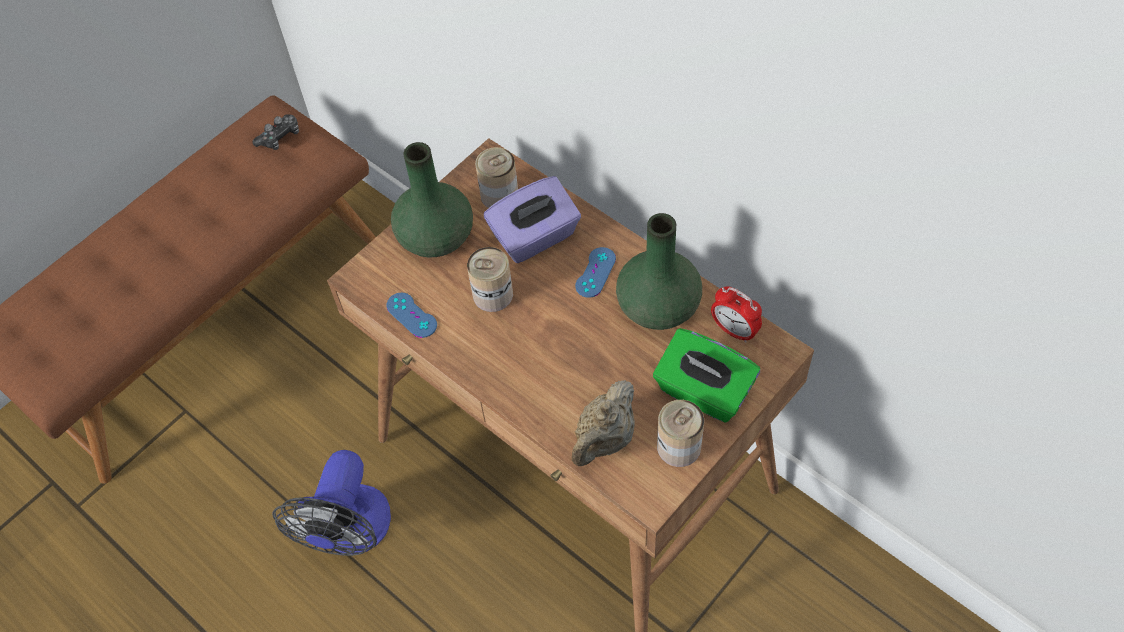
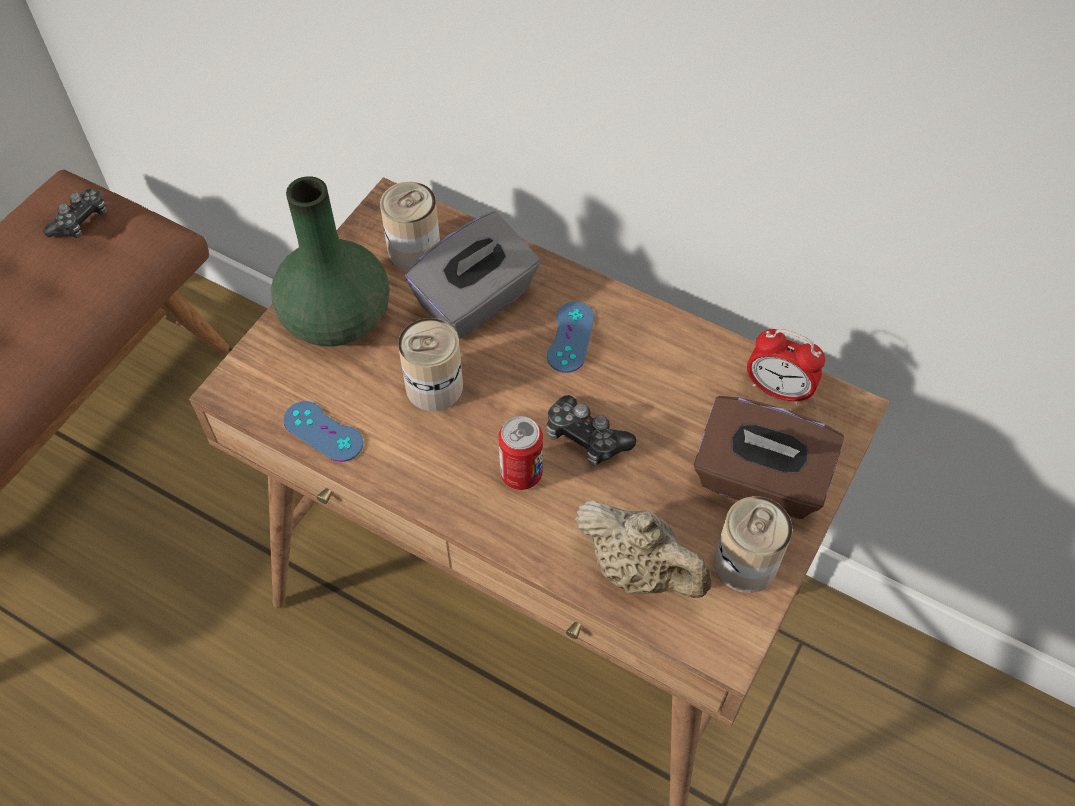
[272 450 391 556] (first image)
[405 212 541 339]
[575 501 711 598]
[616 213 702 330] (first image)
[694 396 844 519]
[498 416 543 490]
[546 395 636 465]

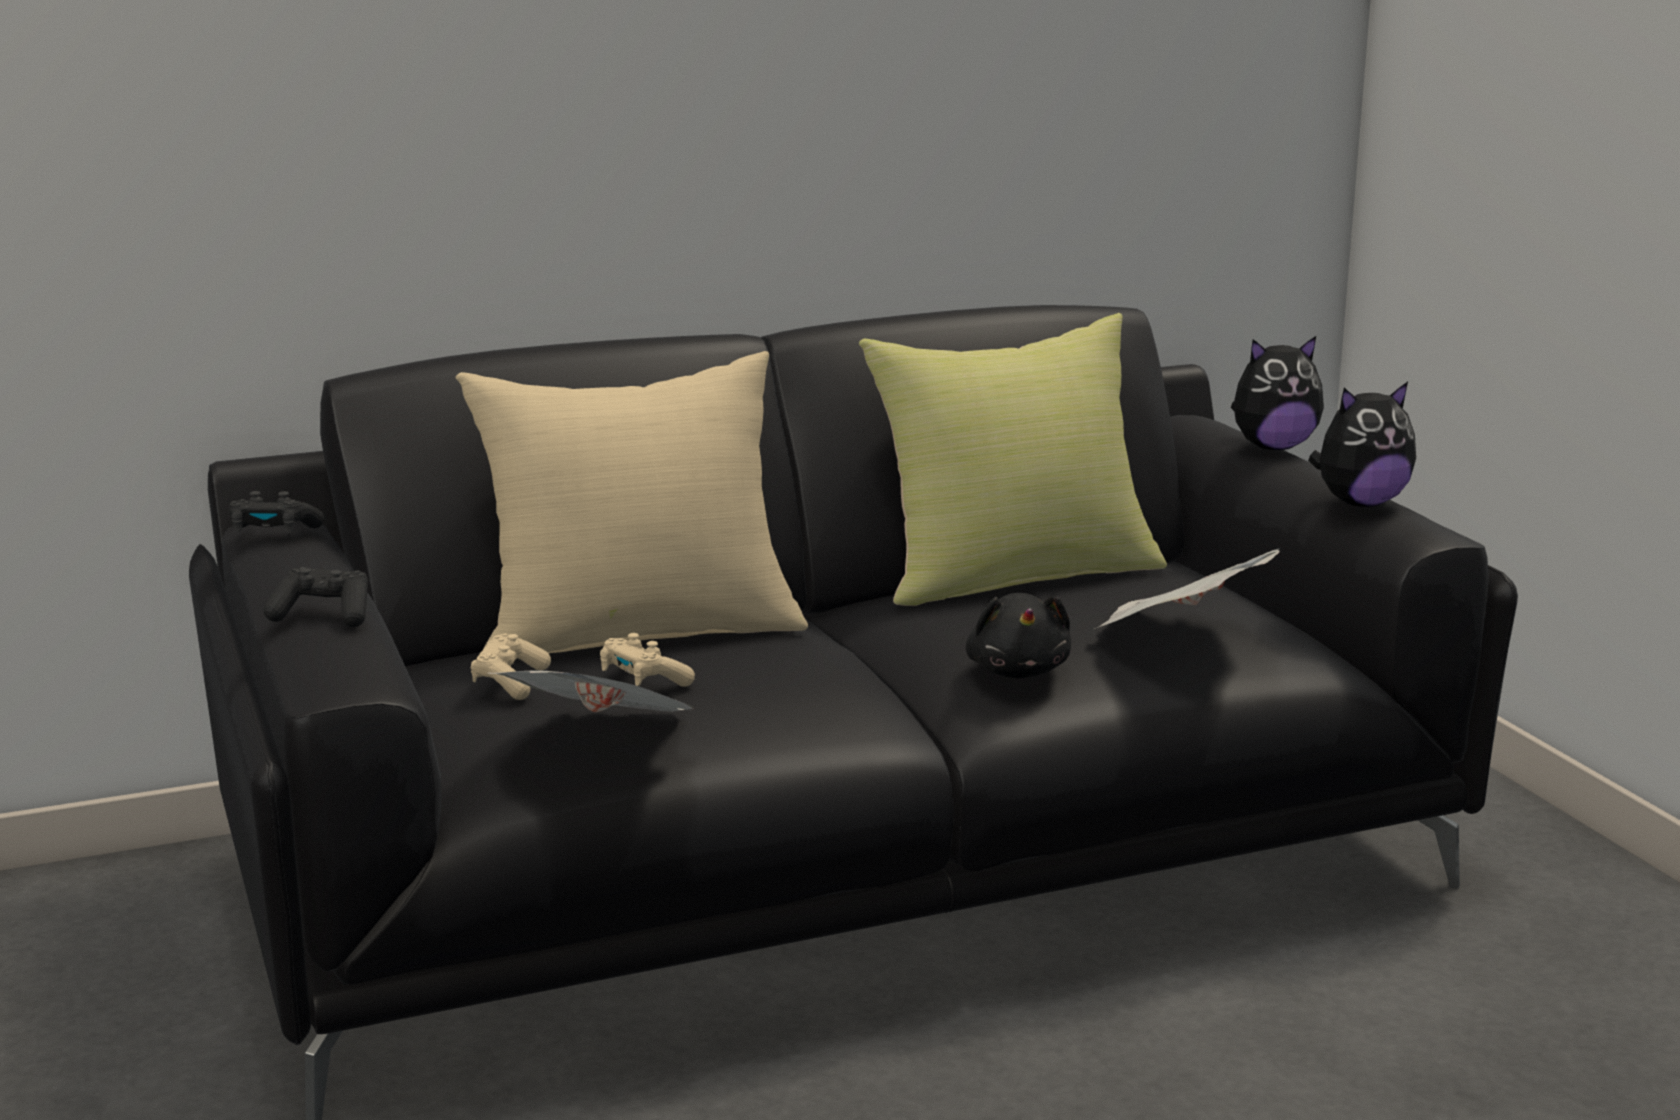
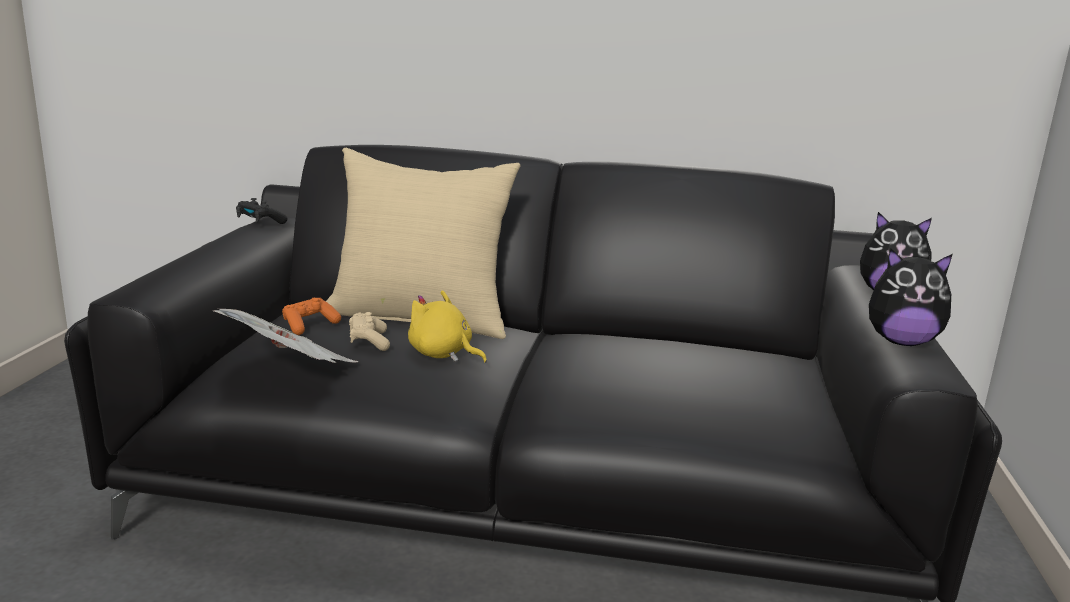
[264 567 368 627] (first image)
[282 298 341 335]
[859 313 1167 606] (first image)
[966 593 1071 678] (first image)
[1094 548 1280 629] (first image)
[408 290 487 363]

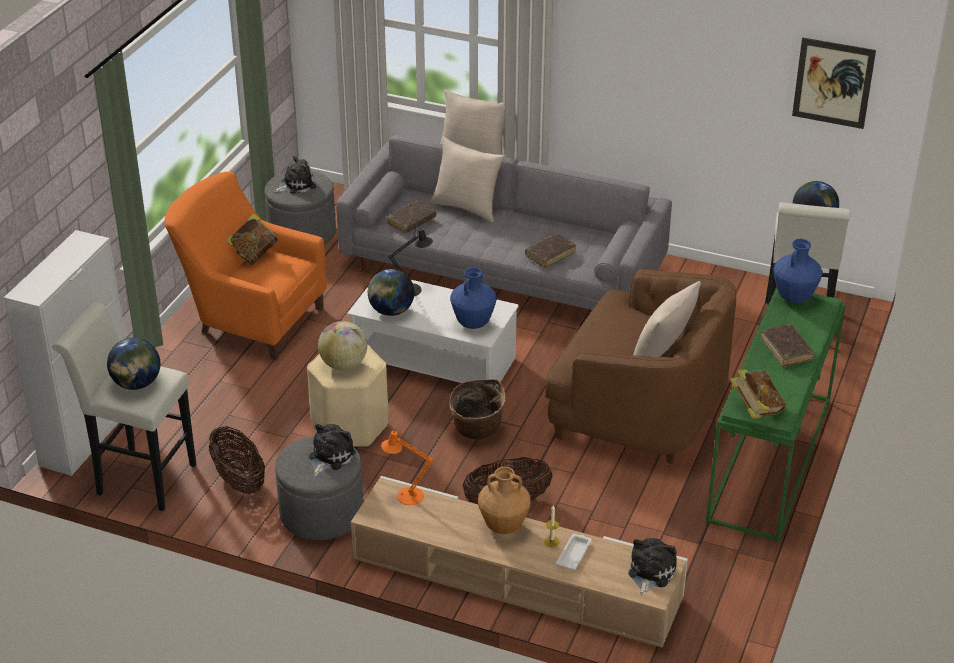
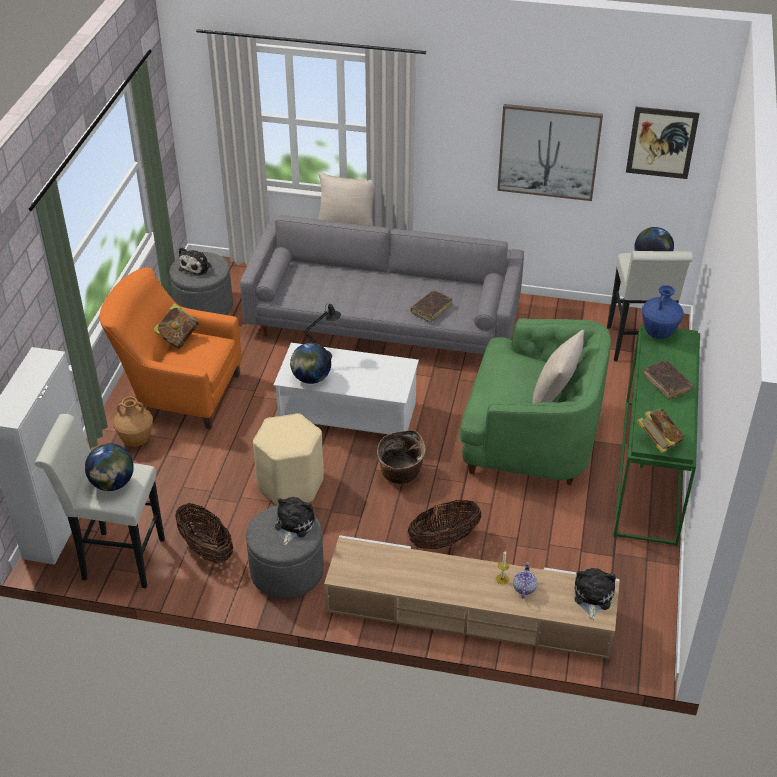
[179 247 212 276]
[318 321 367 370] (first image)
[381 429 433 505] (first image)
[387 201 436 233] (first image)
[431 136 506 223] (first image)
[450 267 497 329] (first image)
[113 397 153 447]
[460 318 611 485]
[513 562 537 598]
[497 104 603 201]

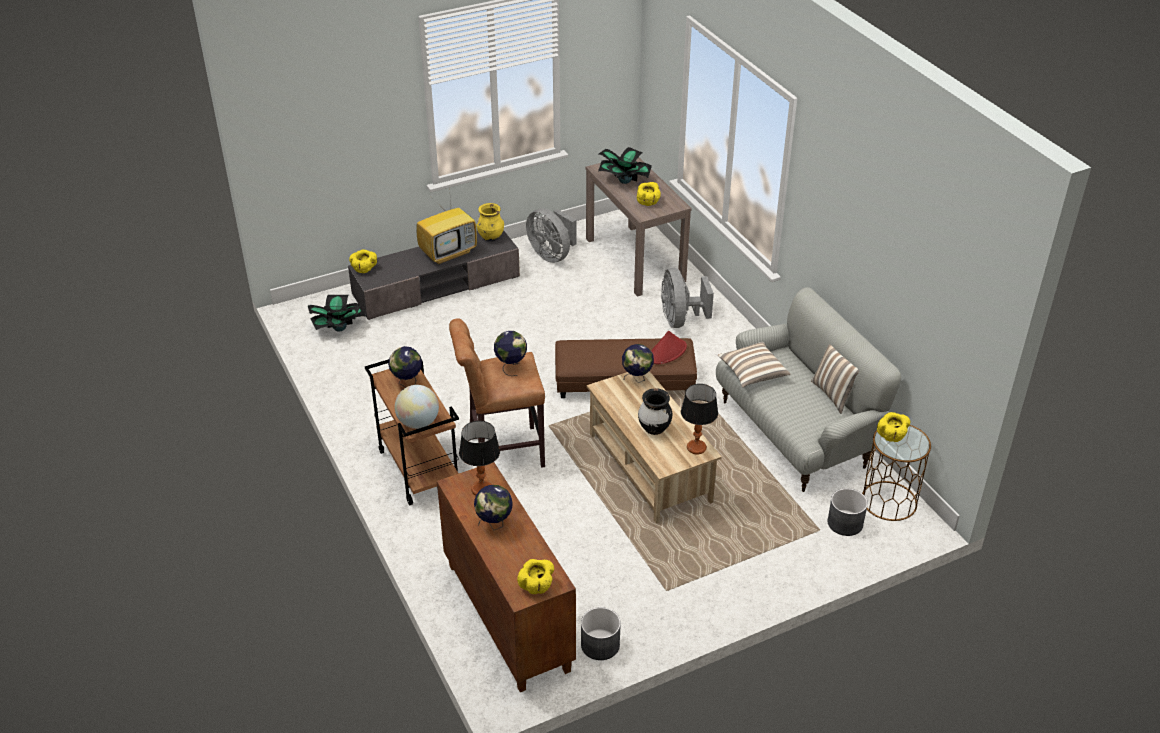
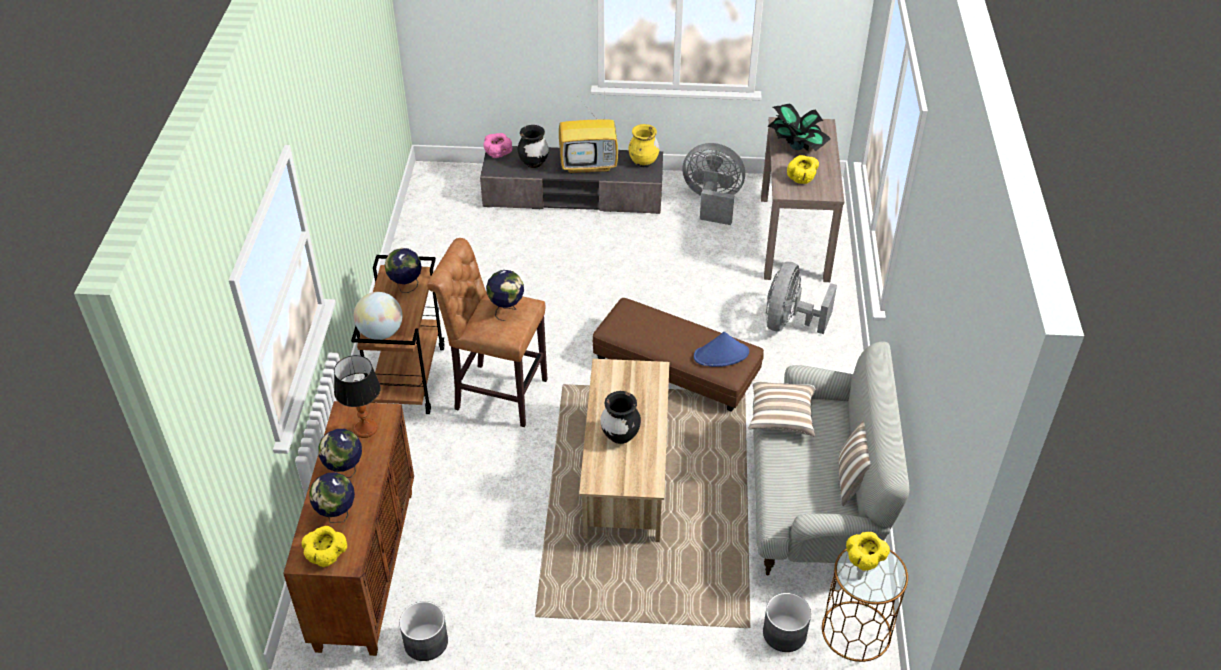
[308 295 366 332] (first image)
[483 133 512 158]
[682 143 745 225]
[309 472 355 523]
[694 332 749 367]
[681 384 718 454] (first image)
[518 125 549 168]

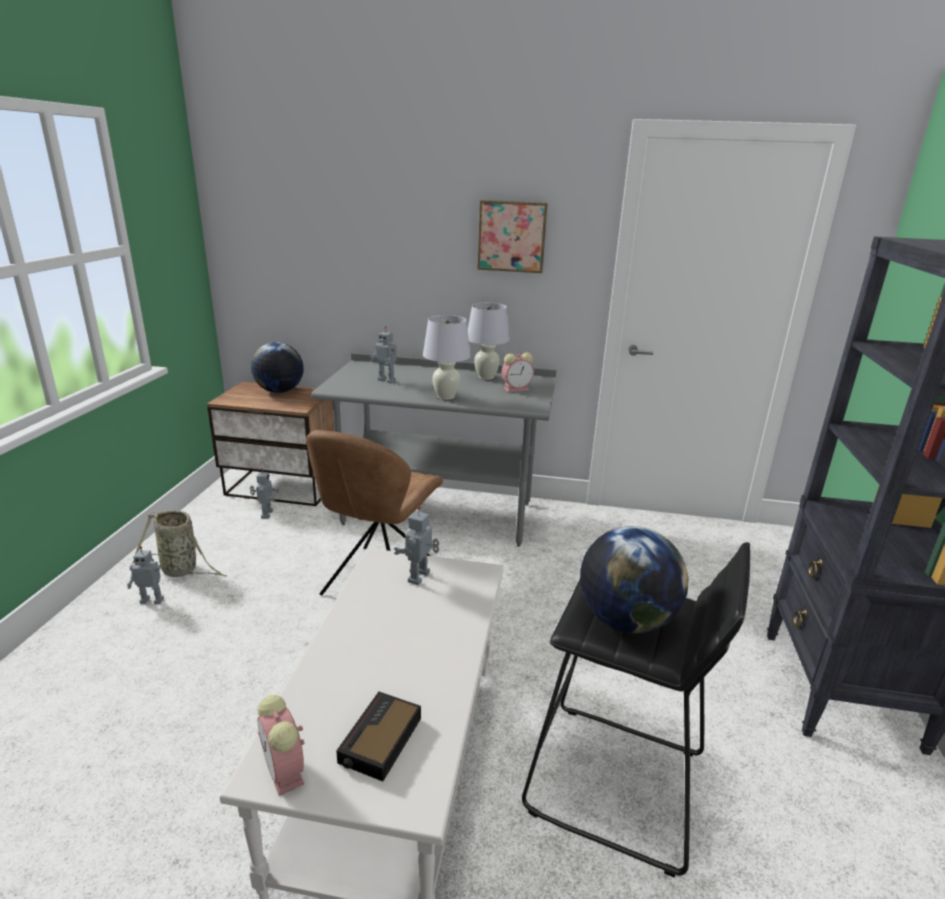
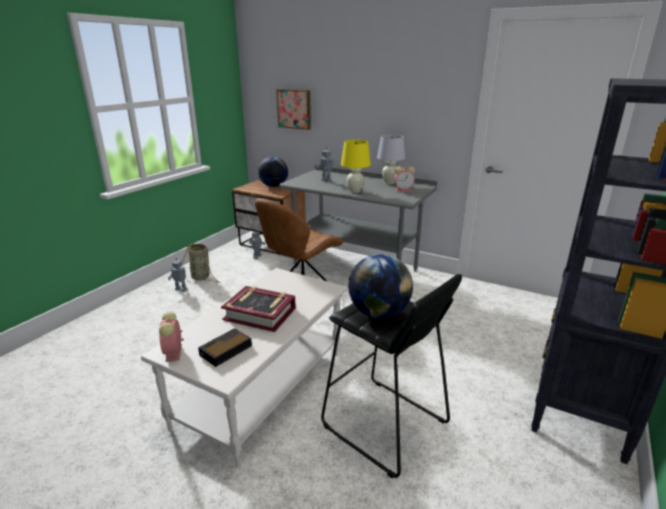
[394 506 439 585] (first image)
[341 140 371 193]
[276 89 311 130]
[221 286 296 332]

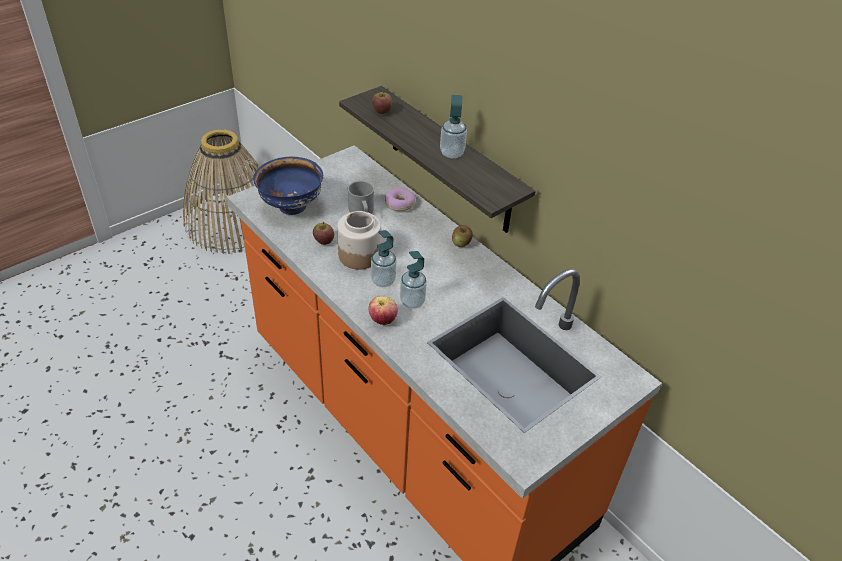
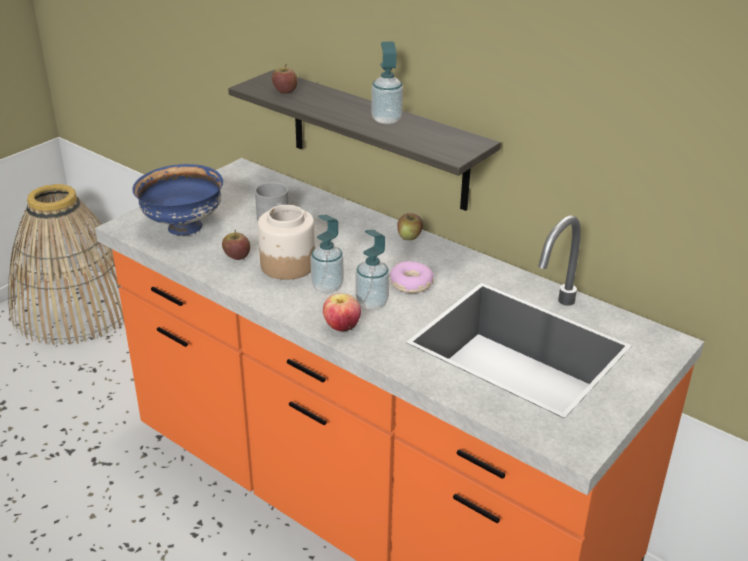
[389 261 434 293]

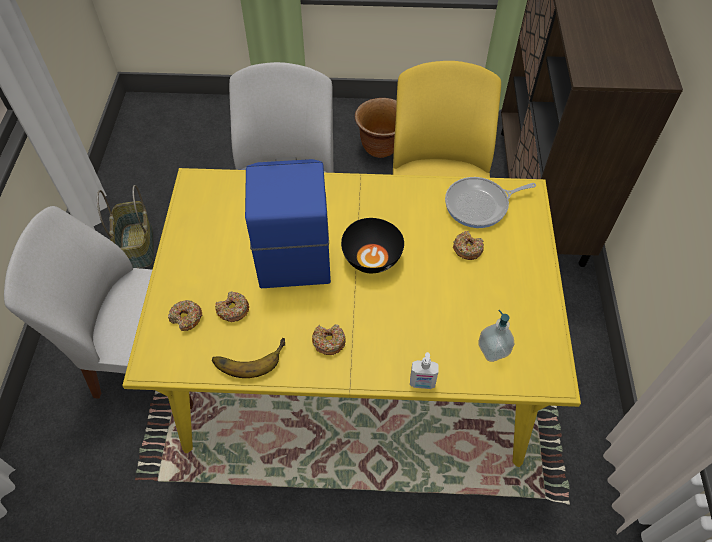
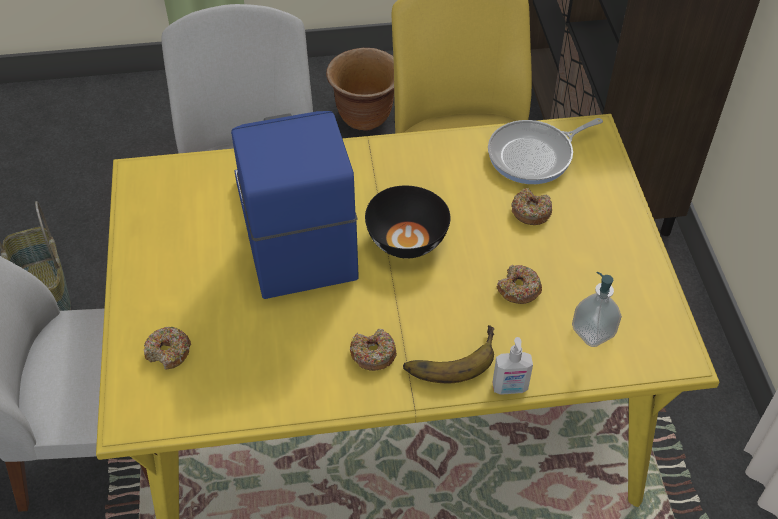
[403 325 494 383]
[497 265 542 304]

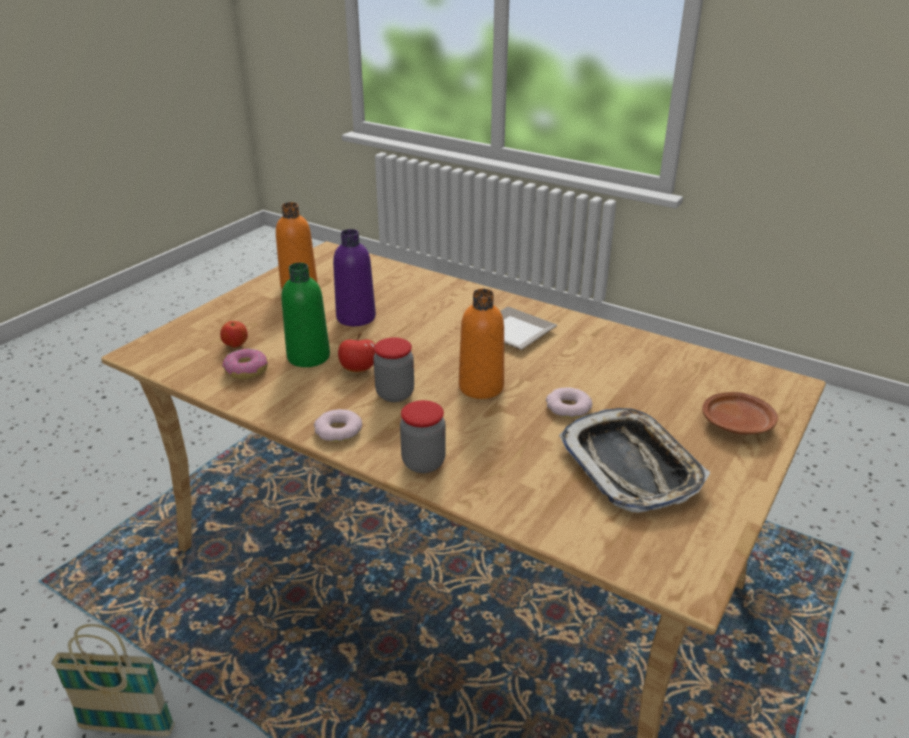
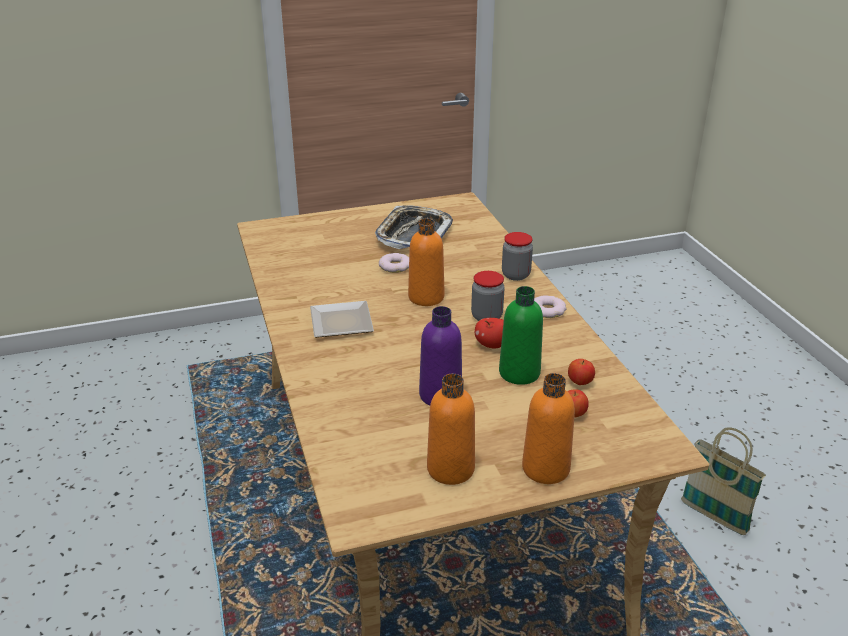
[568 359 595 385]
[702 392 778 434] (first image)
[522 373 575 484]

